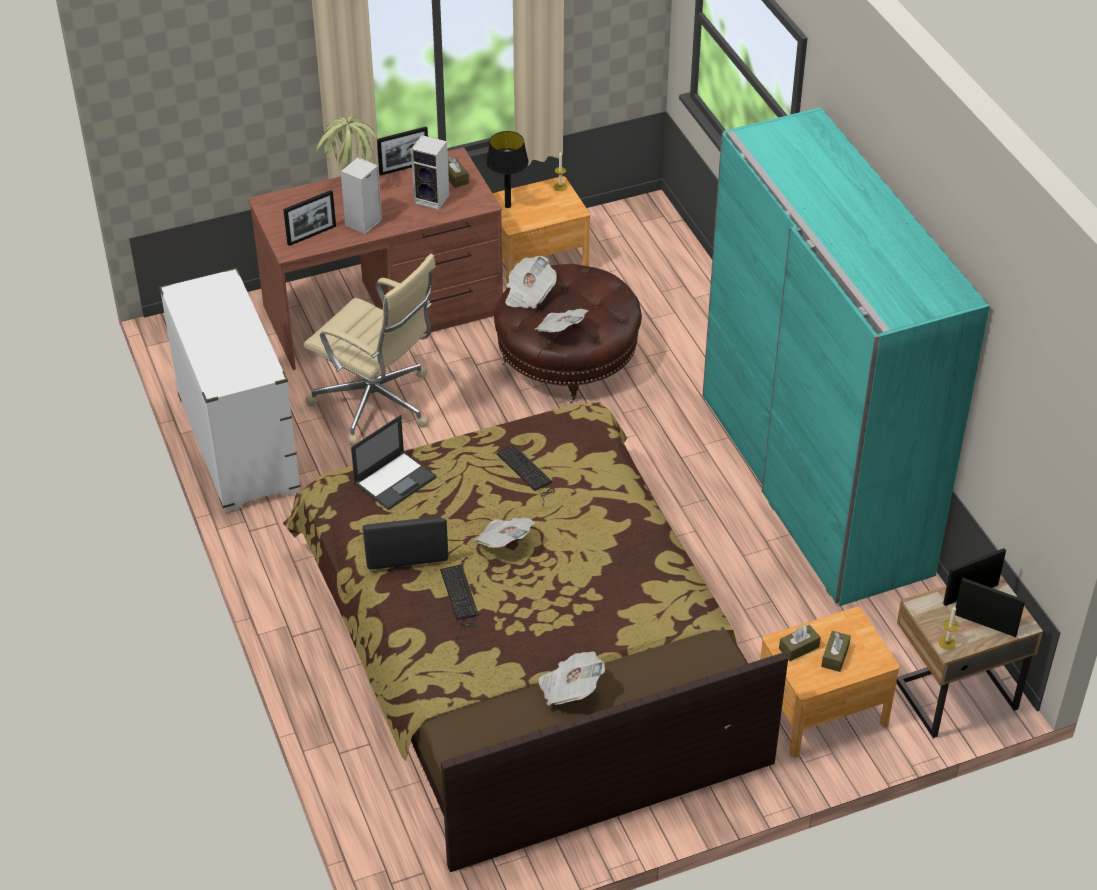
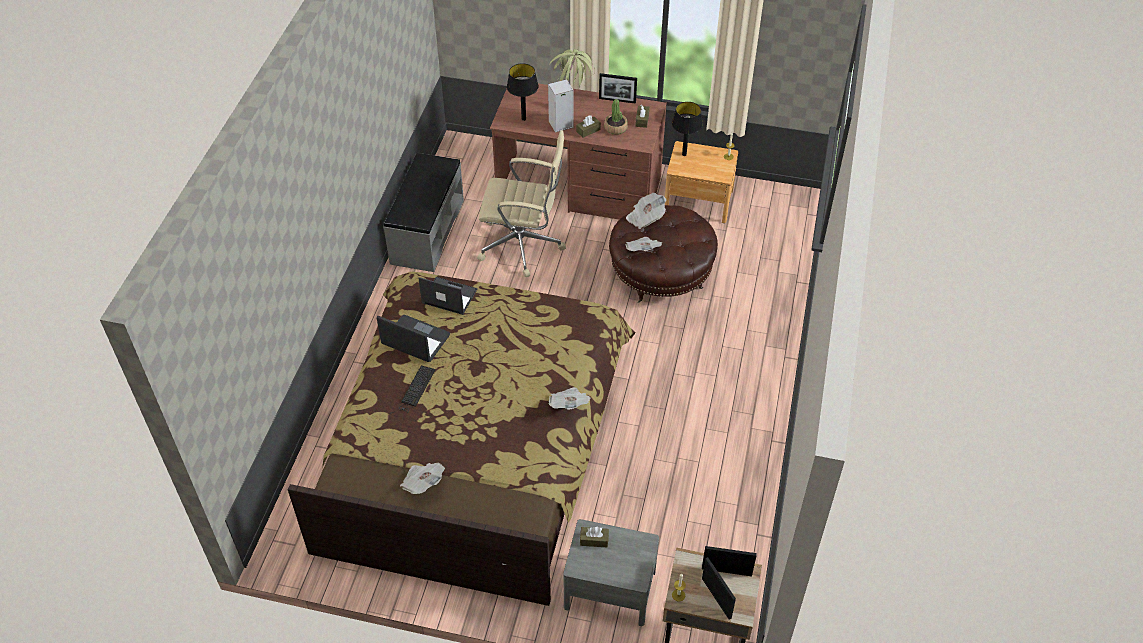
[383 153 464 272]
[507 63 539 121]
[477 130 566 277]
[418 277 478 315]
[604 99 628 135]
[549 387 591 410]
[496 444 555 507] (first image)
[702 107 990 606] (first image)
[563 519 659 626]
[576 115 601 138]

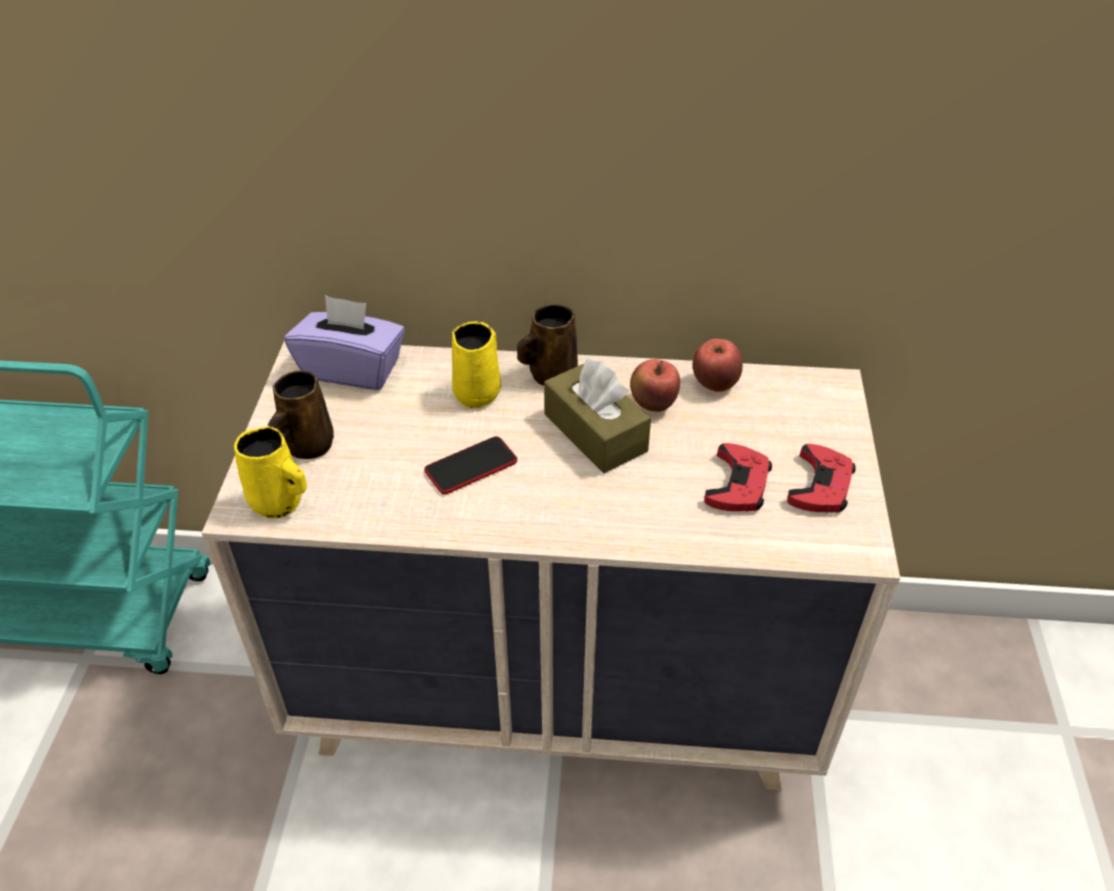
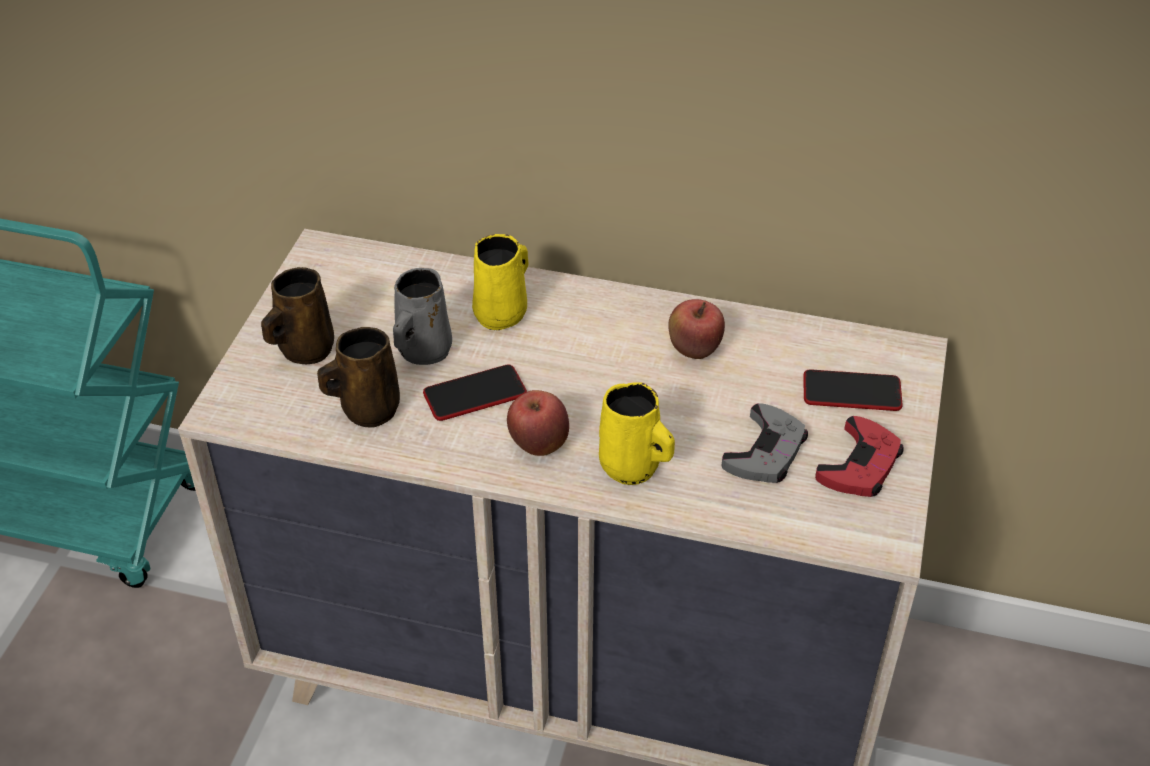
[599 382 675 485]
[285 295 405 390] (first image)
[317 327 400 428]
[544 359 651 473] (first image)
[507 390 569 456]
[722 403 808 483]
[393 268 452 365]
[803 369 903 411]

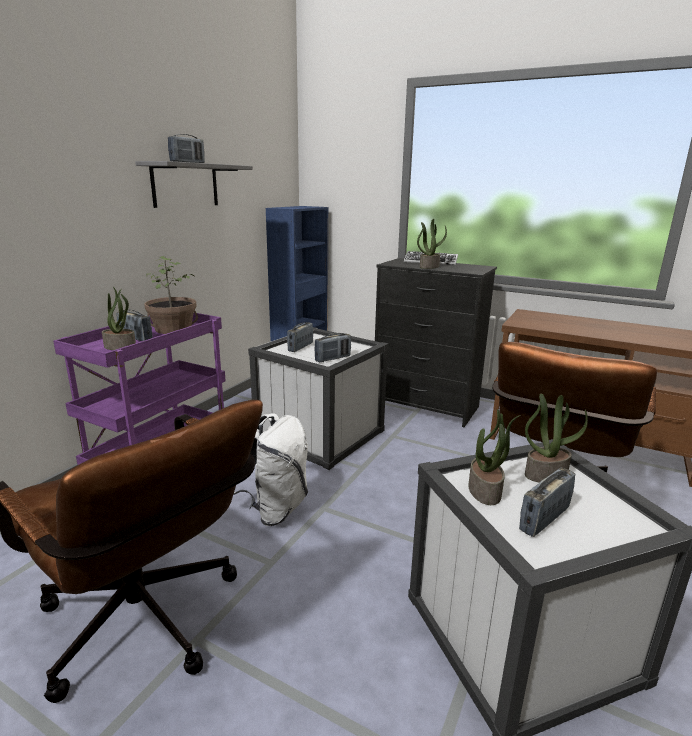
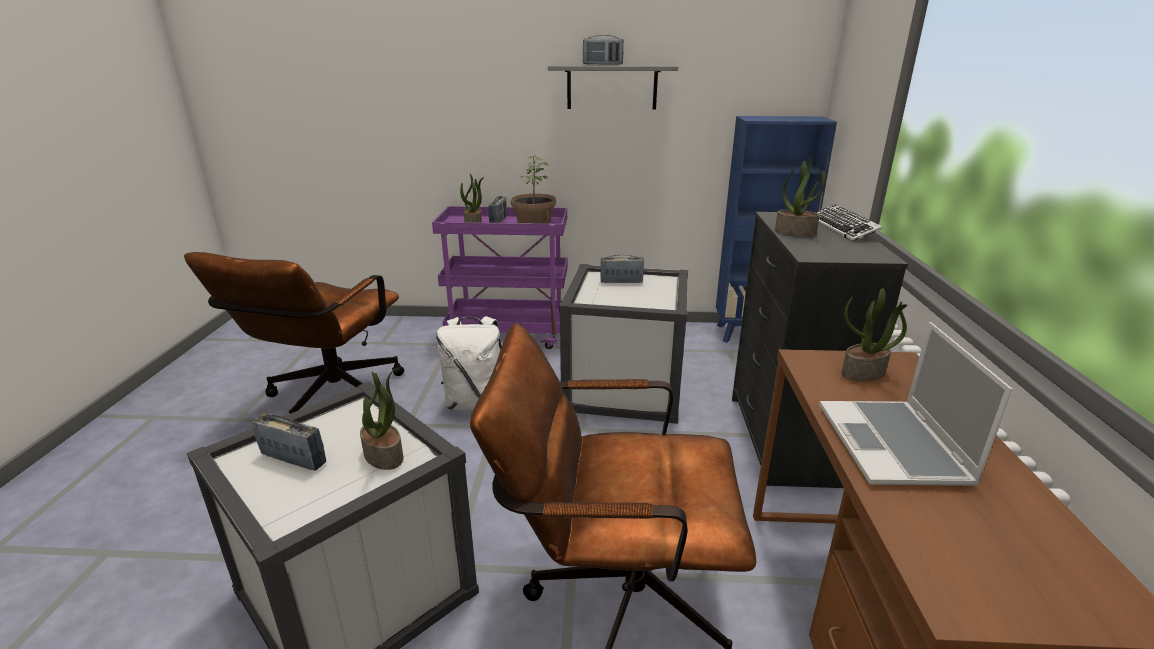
[314 333 351 362] (first image)
[842 288 907 381]
[819 322 1013 486]

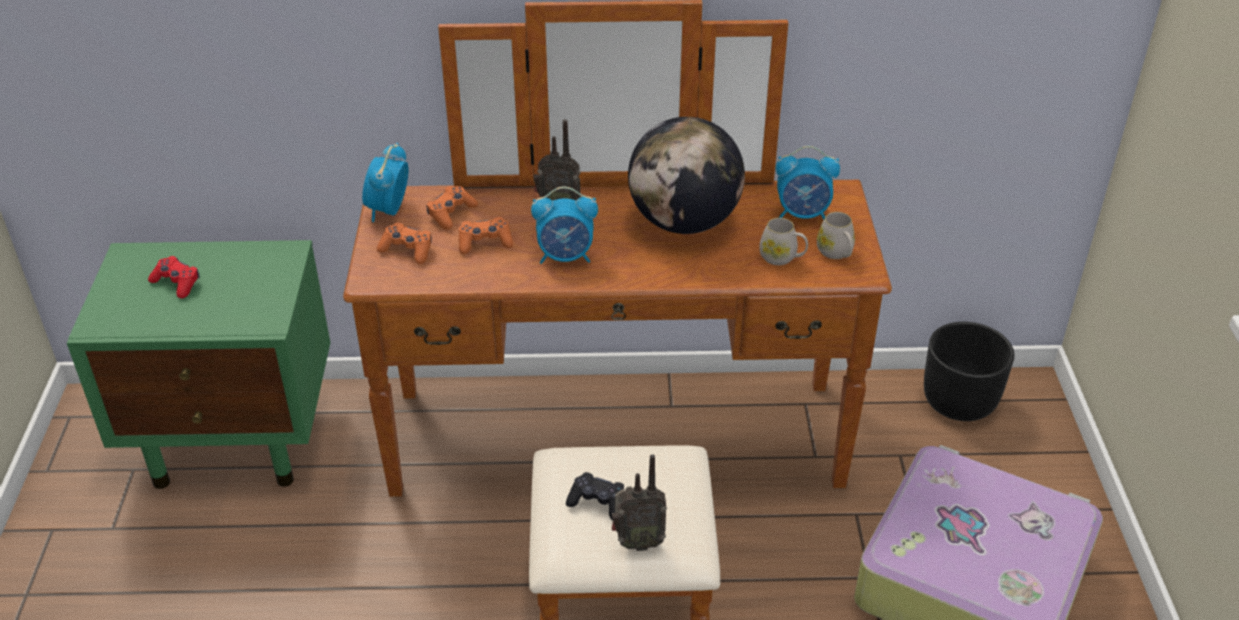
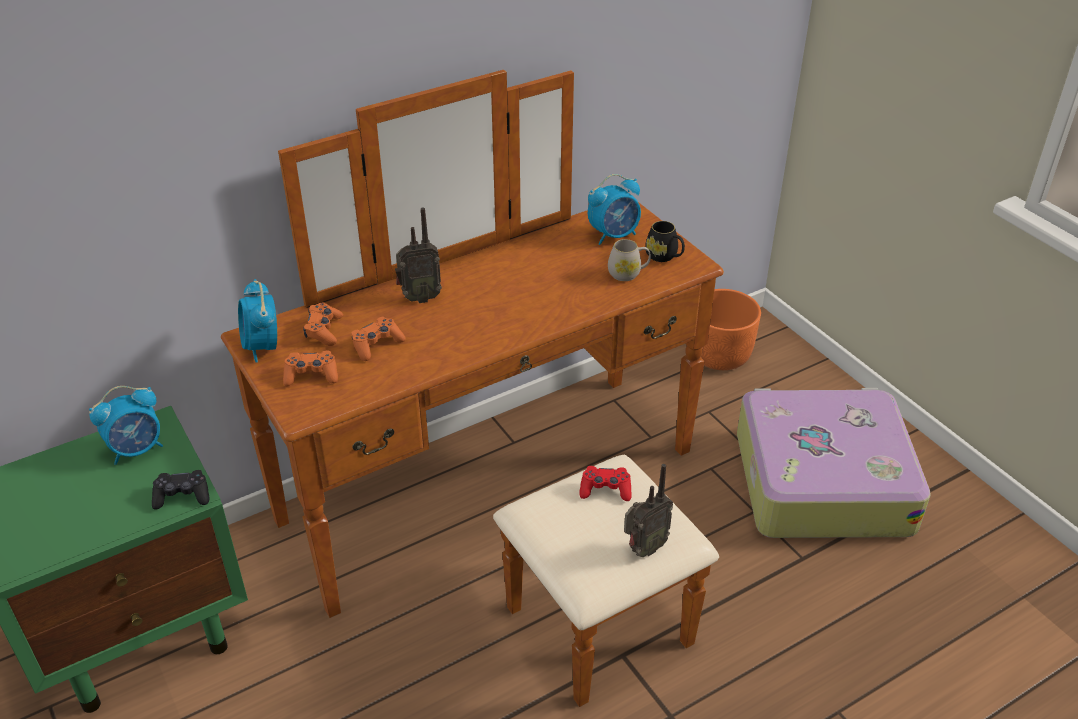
[579 466 632 501]
[89 386 163 465]
[152 470 209 510]
[628 117 745 234] (first image)
[645 221 685 262]
[701 289 761 370]

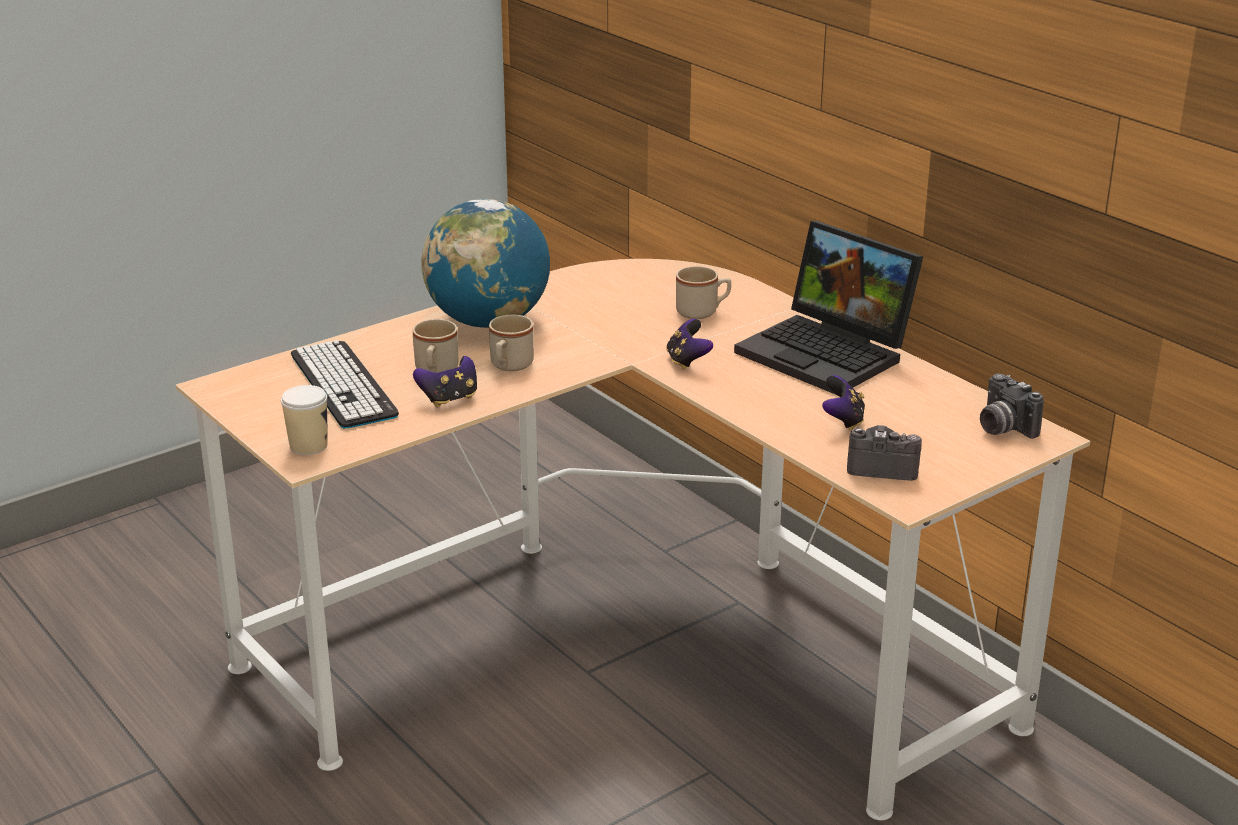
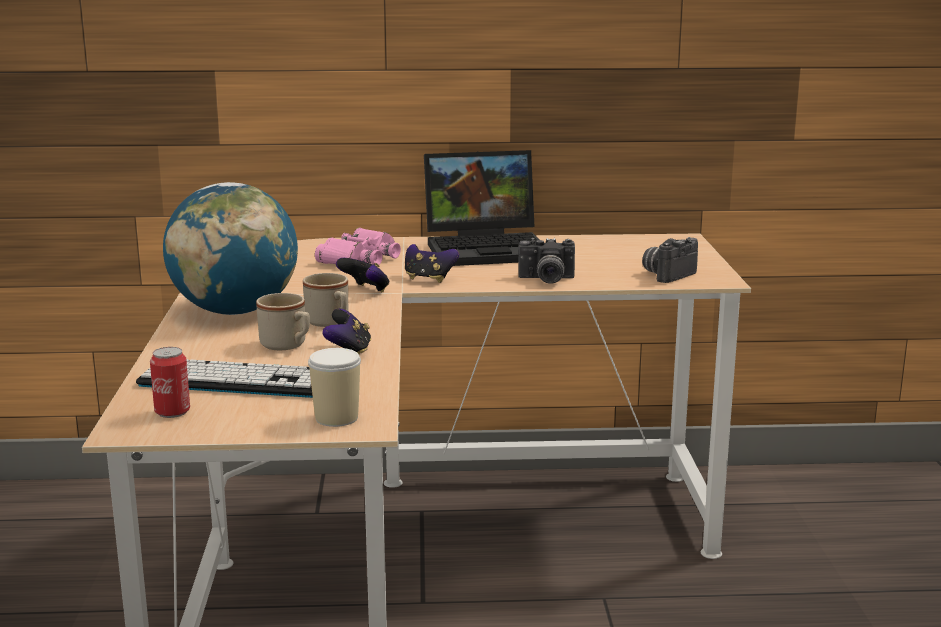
[315 228 401 265]
[336 258 389 292]
[518 238 575 284]
[150 347 190 418]

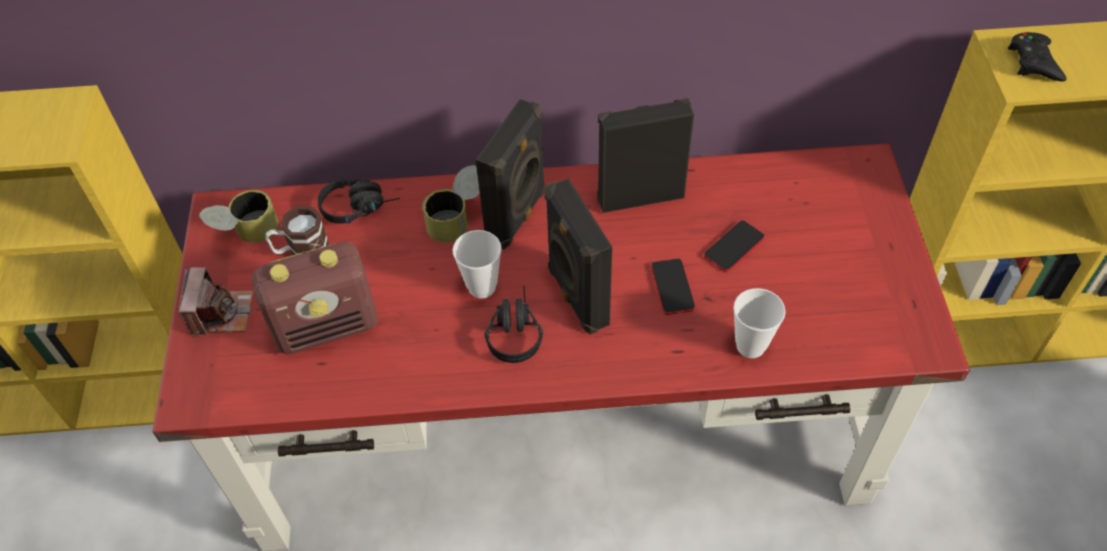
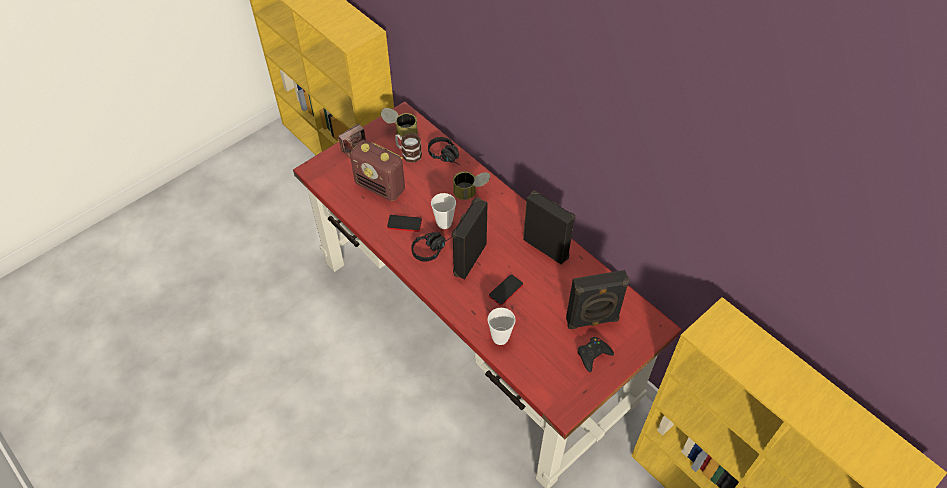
[566 270 630 329]
[387 215 422 232]
[577 337 614 372]

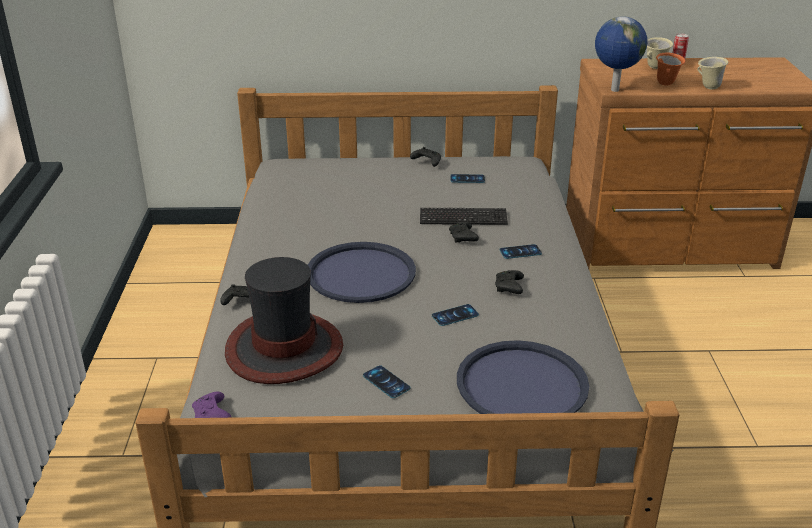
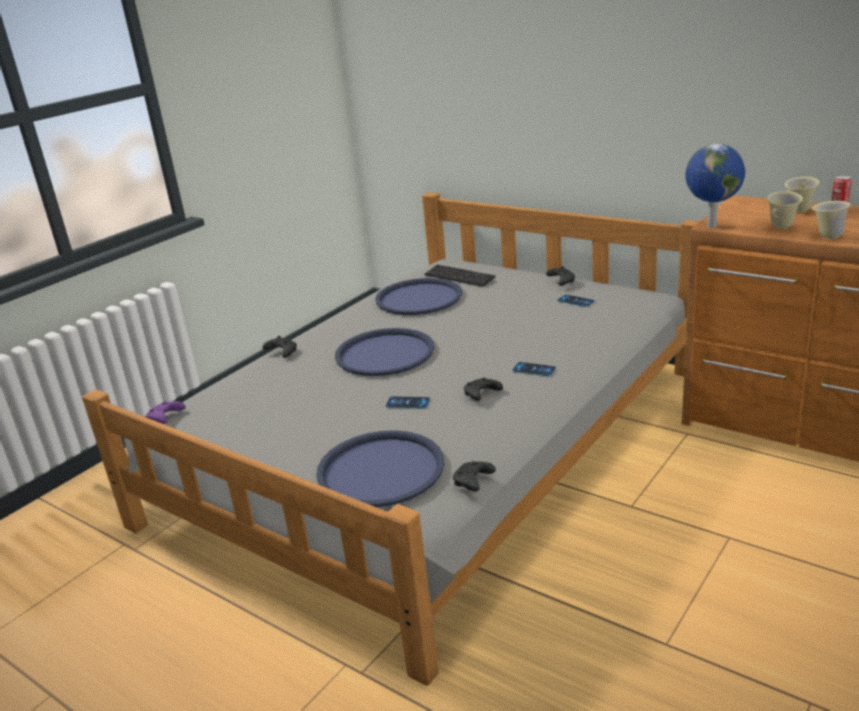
[225 257 343 384] (first image)
[363 365 411 398] (first image)
[424 264 496 287]
[453 461 496 492]
[767 191 803 229]
[375 278 462 315]

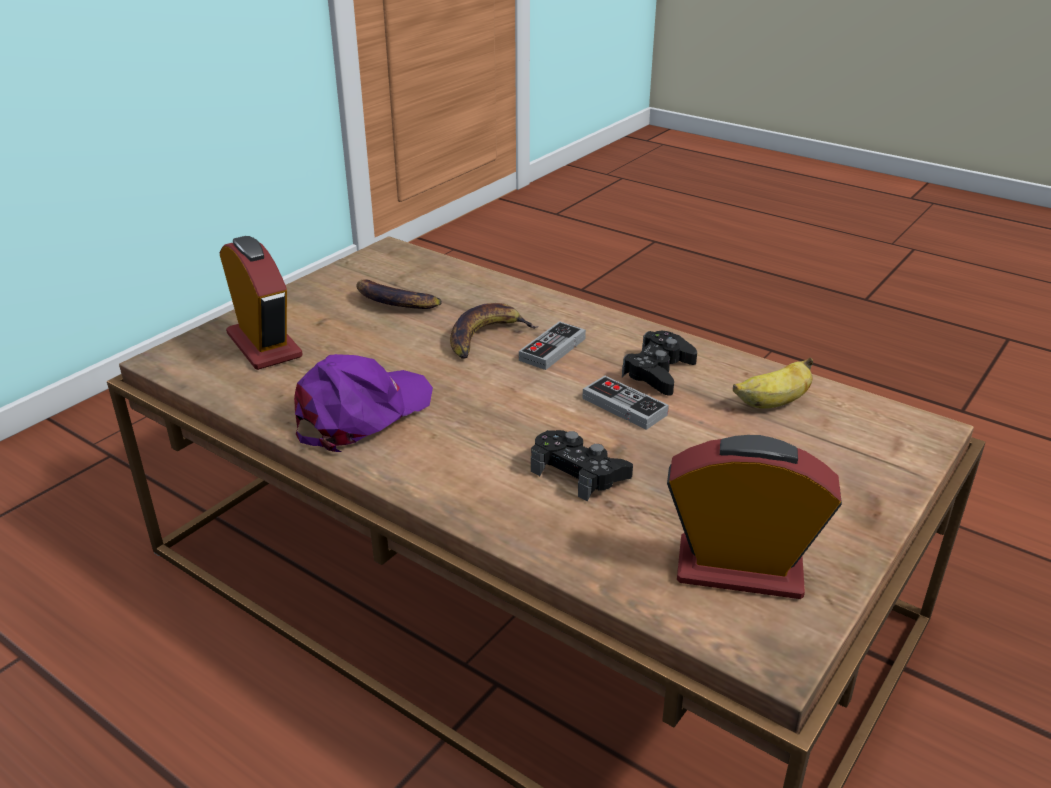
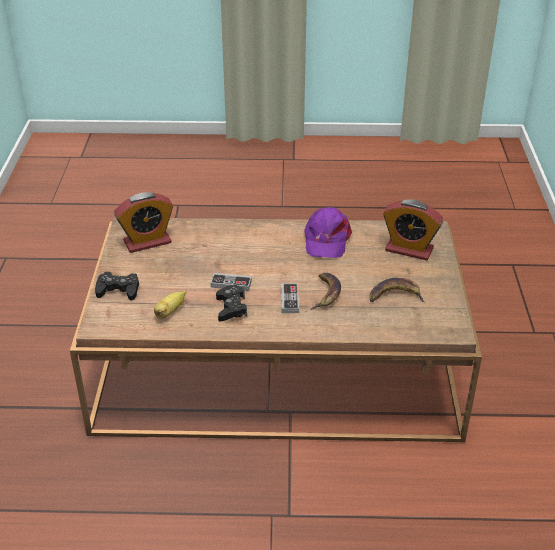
[95 272 139 301]

